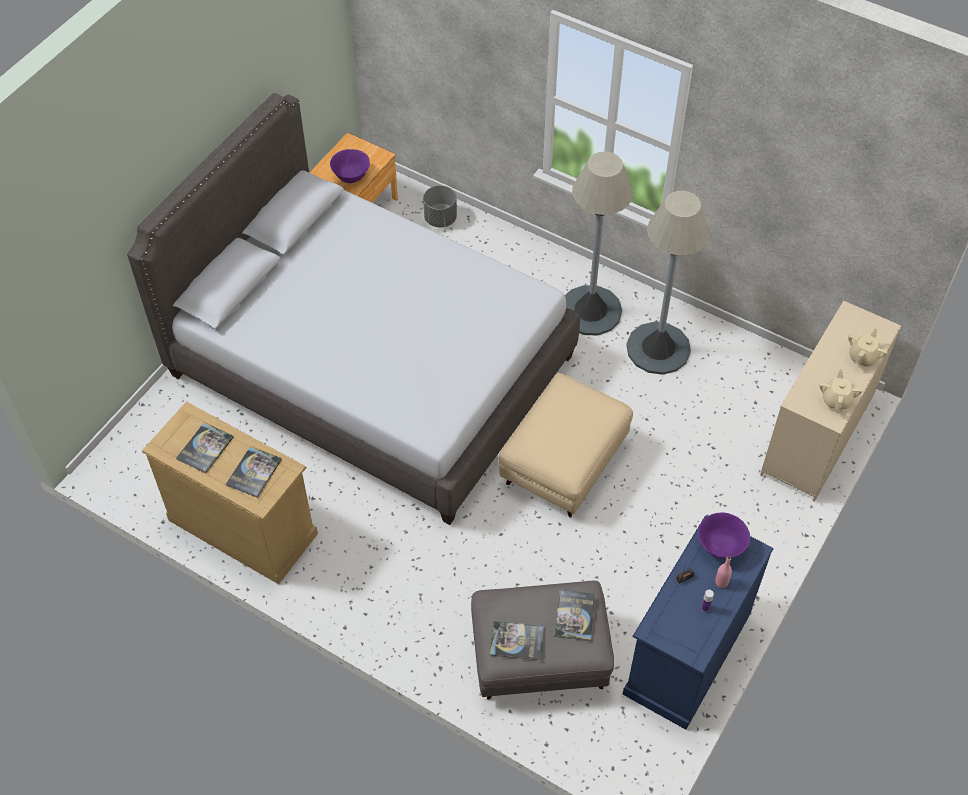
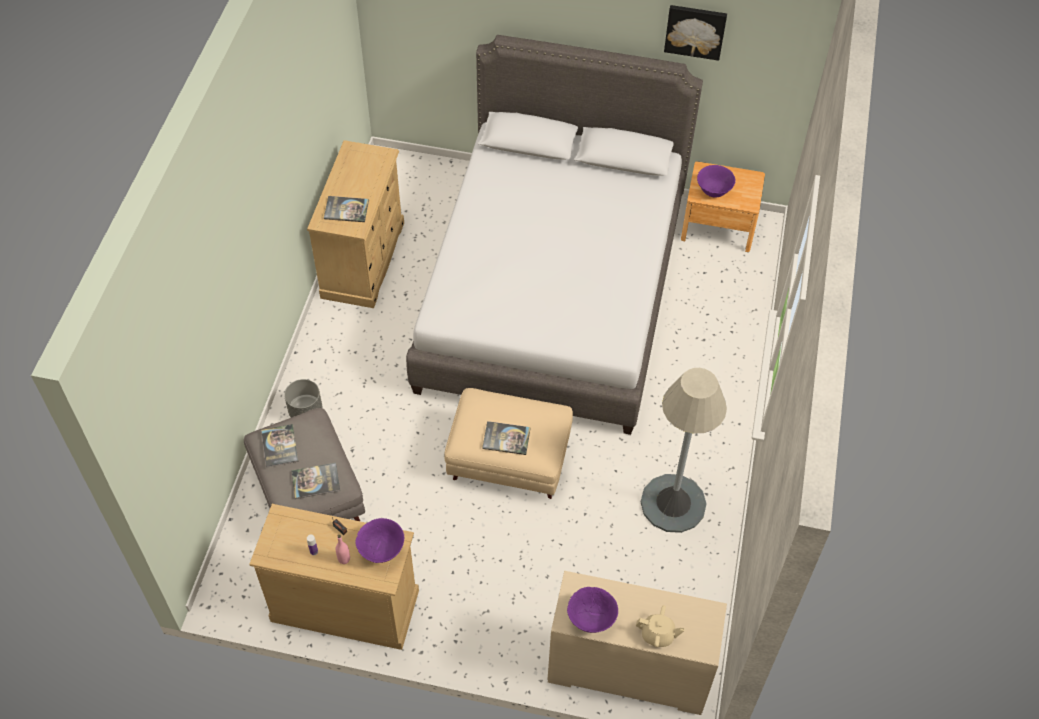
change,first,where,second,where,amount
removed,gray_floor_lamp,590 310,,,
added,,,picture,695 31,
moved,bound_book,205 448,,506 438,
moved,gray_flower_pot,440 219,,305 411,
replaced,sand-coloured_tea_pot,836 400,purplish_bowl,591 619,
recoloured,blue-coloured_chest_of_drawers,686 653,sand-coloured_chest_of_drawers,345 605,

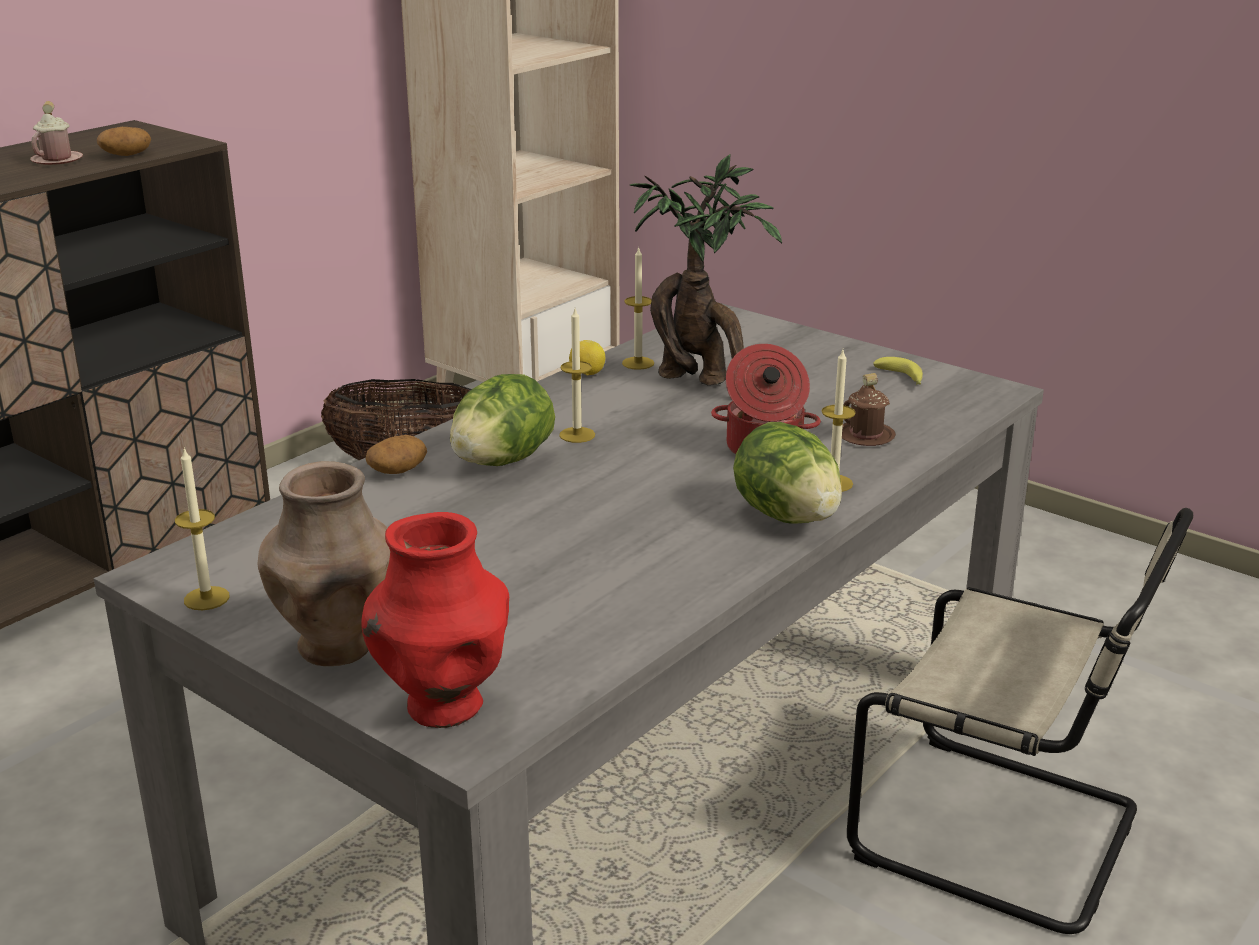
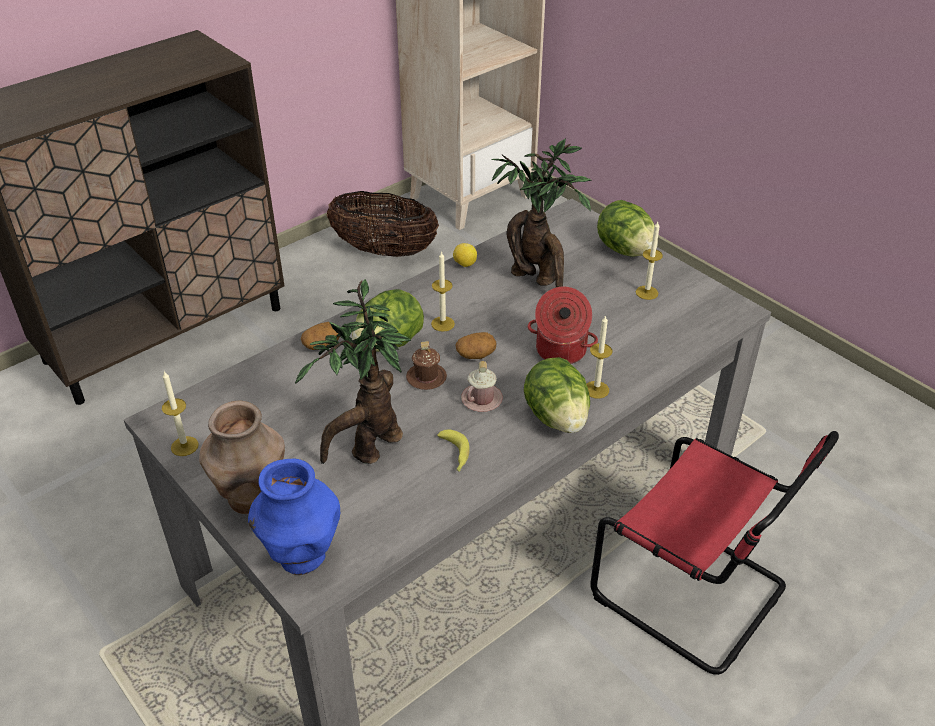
change,first,where,second,where,amount
added,,,plant_in_a_pot,368 448,
added,,,lettuce_head,625 250,
moved,pinkish_mug,57 160,,481 399,
moved,potato,126 155,,475 354,
moved,wax_candle,638 363,,646 292,
moved,brownish_mug,865 436,,426 378,
moved,whole_banana,902 379,,454 455,
recoloured,red_decorative_vase,443 707,blue-coloured_decorative_vase,302 557,
recoloured,sand-coloured_chair,1006 835,red_chair,695 594,

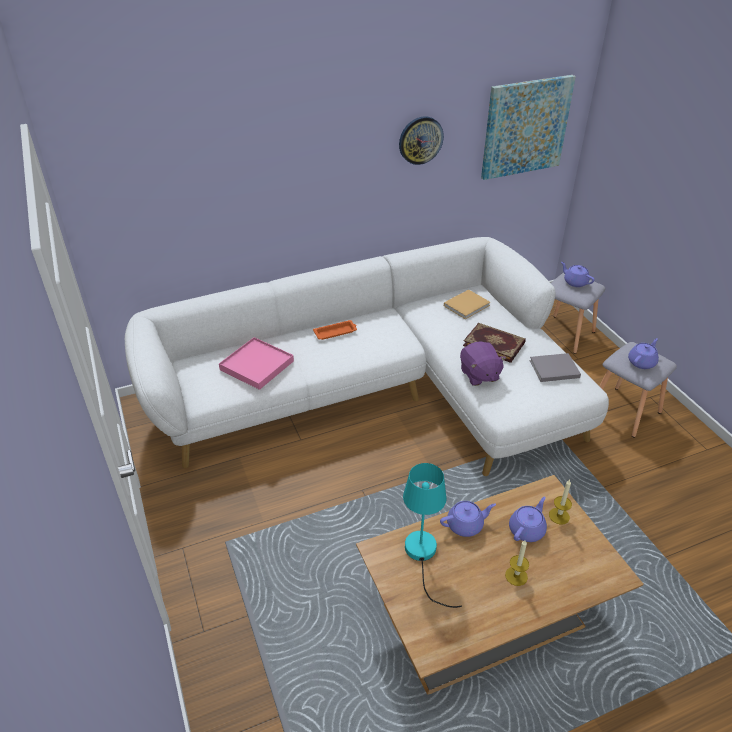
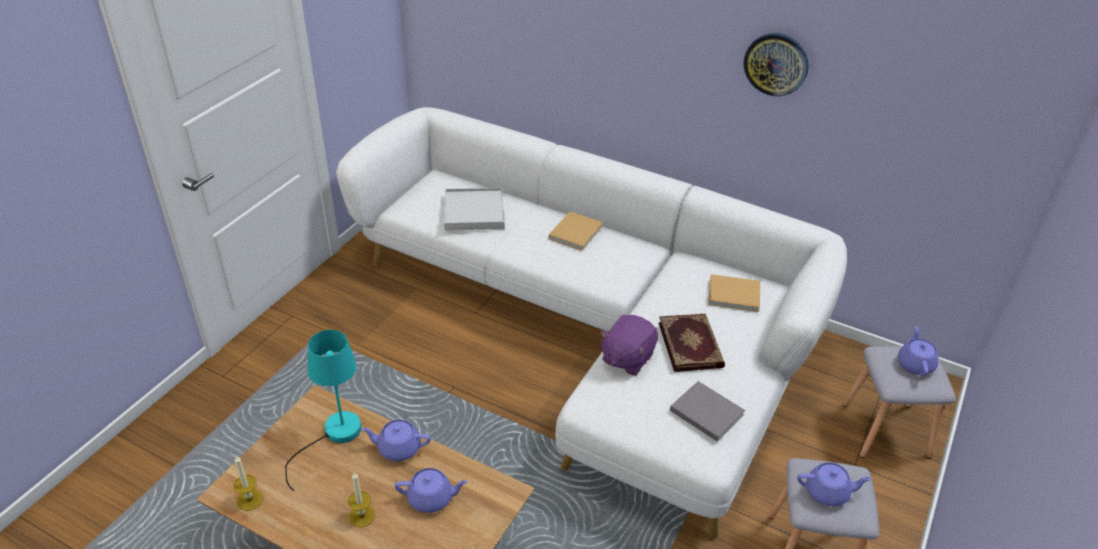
change,first,where,second,where,amount
removed,picture,525 127,,,
moved,wax_candle,559 516,,249 499,
replaced,orange-coloured_serving_tray,336 332,sand-coloured_bound_book,576 231,
recoloured,pinkish_serving_tray,257 365,white_serving_tray,474 212,
turned,purplish_tea_pot,465 525,,398 448,150 degrees clockwise

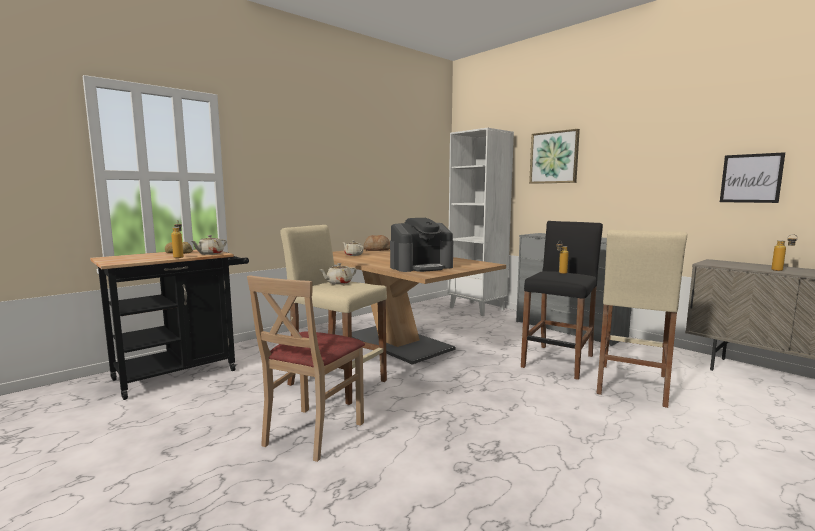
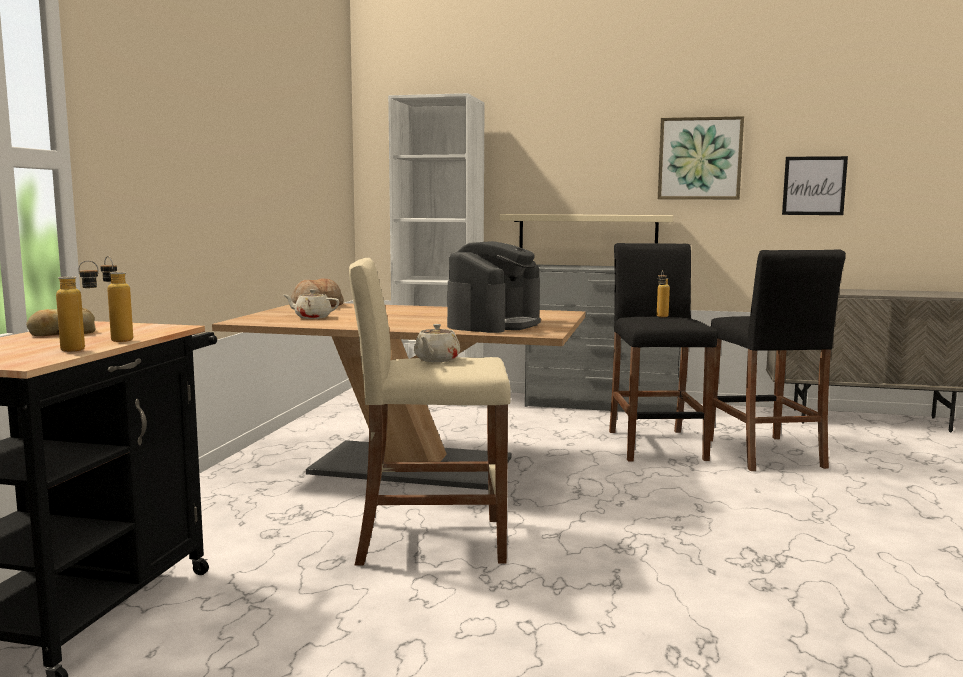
change,first,where,second,where,amount
removed,sand-coloured_tea_pot,210 254,,,
removed,sand-coloured_chair,312 432,,,
added,,,sand-coloured_bracket_shelf,587 232,
moved,picture,554 157,,699 158,
moved,bottle,781 270,,82 350,
recoloured,sand-coloured_stool_seat,631 384,blackish_stool_seat,764 454,

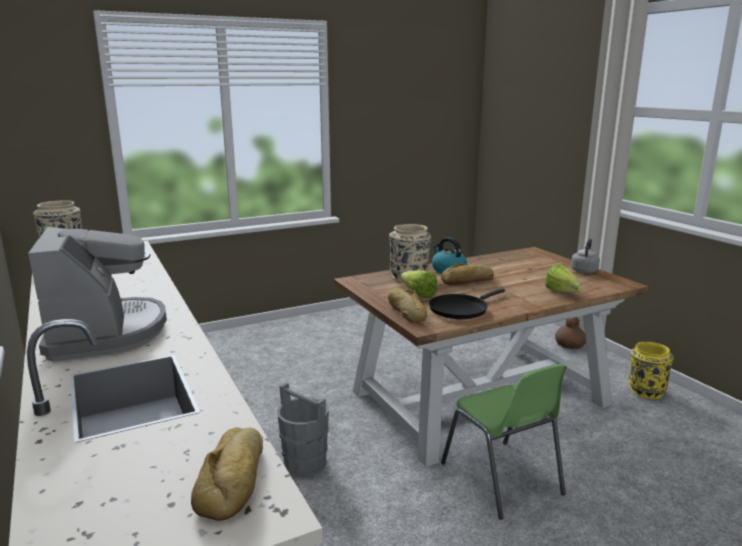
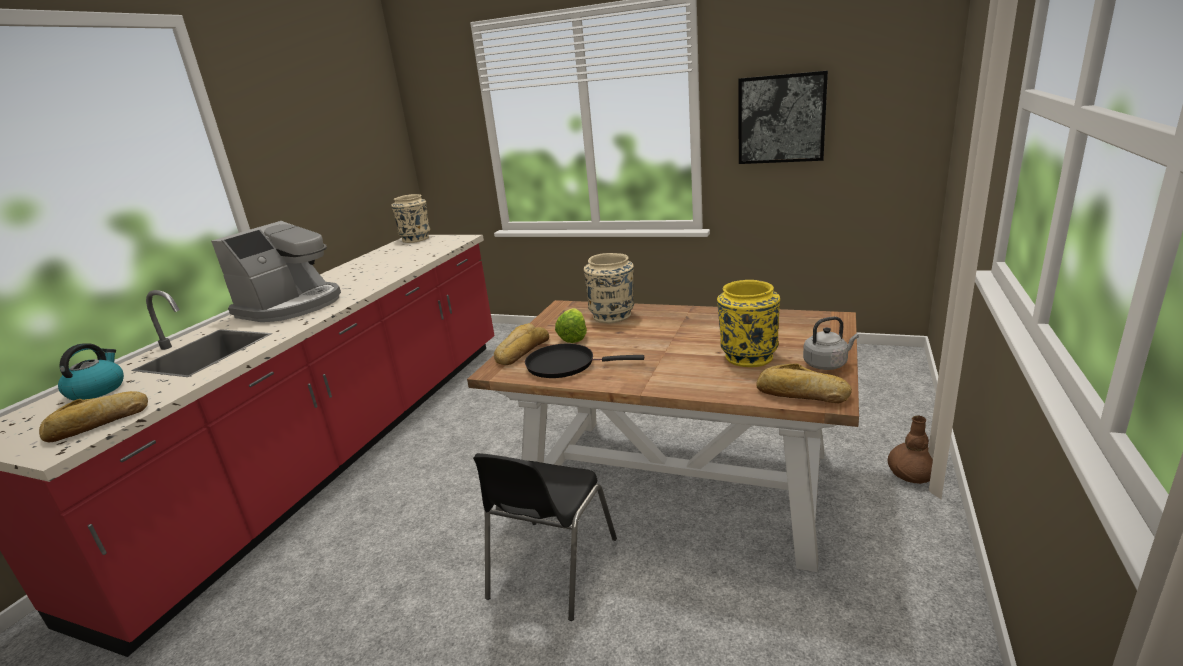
change,first,where,second,where,amount
removed,gray_water_bucket,304 462,,,
removed,lettuce_head,563 294,,,
added,,,picture,781 119,
moved,kettle,448 270,,97 390,
moved,baked_bread,468 280,,801 394,
moved,yellowish_decorative_vase,645 391,,748 356,
recoloured,green_chair,502 479,blackish_chair,550 569,

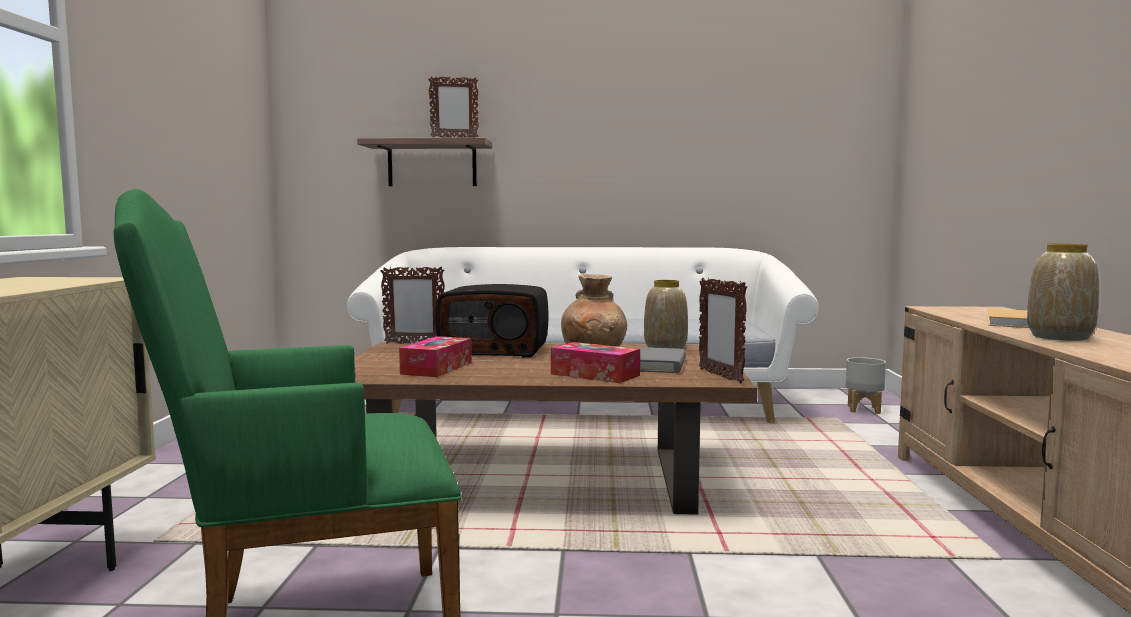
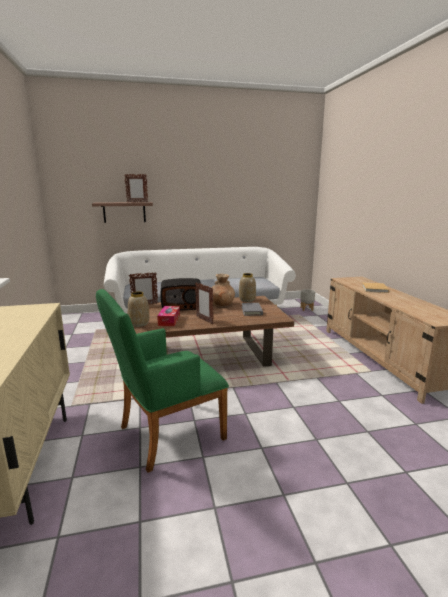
change,first,where,second,where,amount
removed,box_of_tissues,595 375,,,
moved,standing_frame,720 376,,204 320,
moved,decorative_vase,1058 337,,139 324,

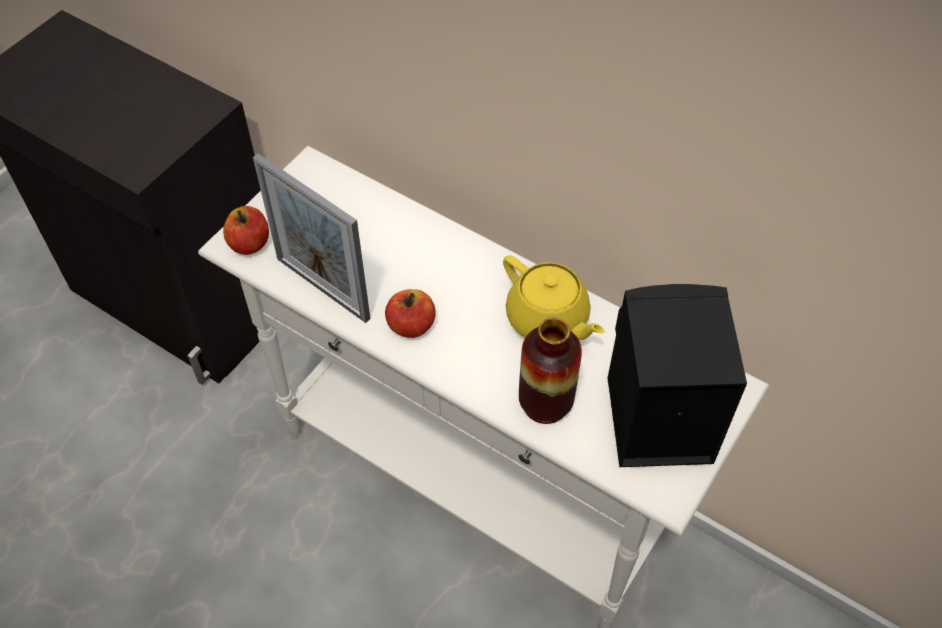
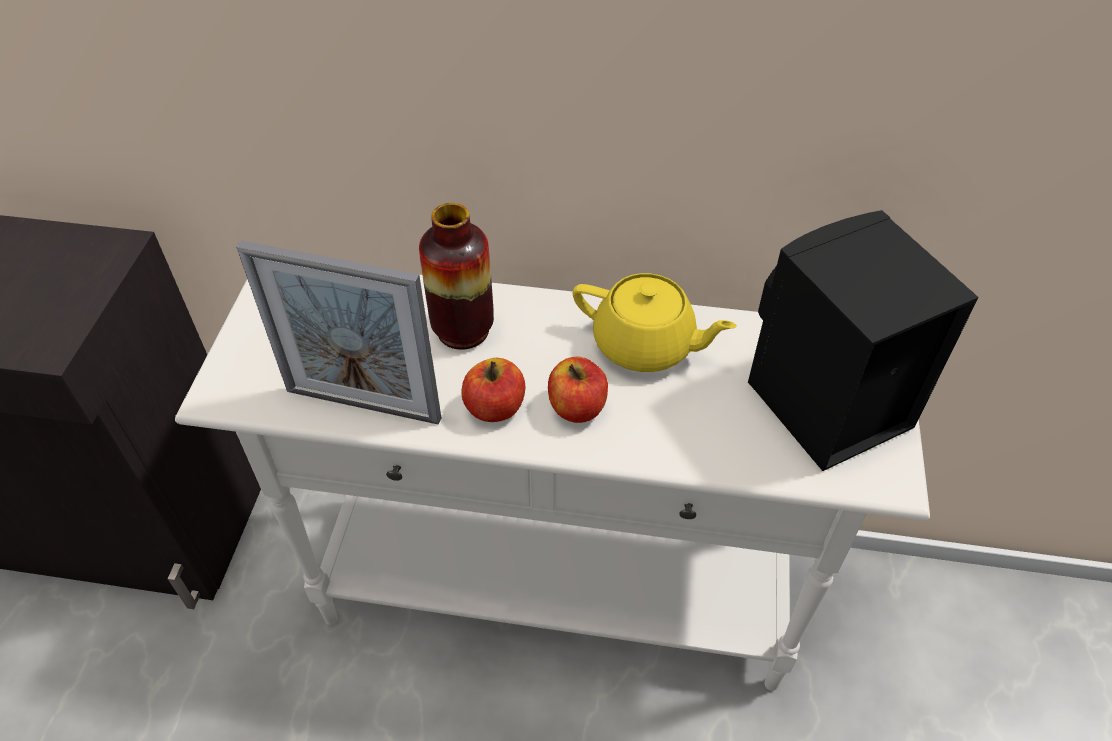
change,first,where,second,where,amount
moved,apple_fruit,250 243,,577 407,
moved,decorative_vase,545 404,,463 330,

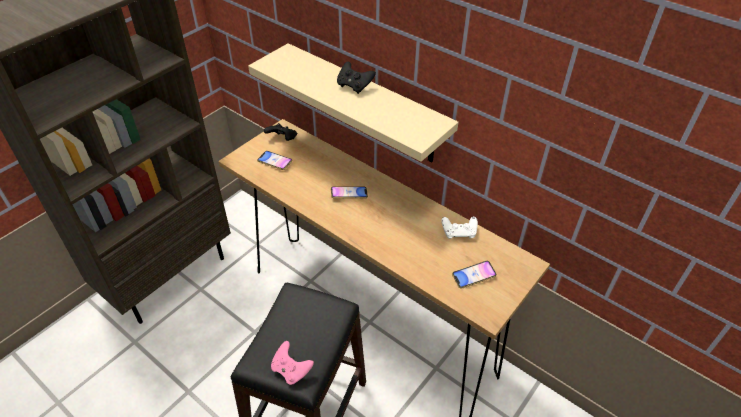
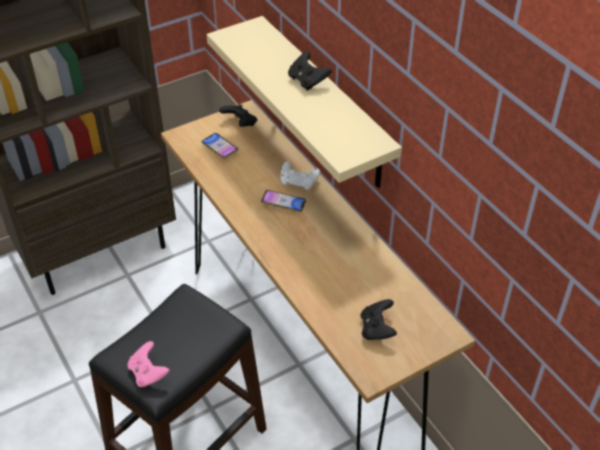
change,first,where,second,where,amount
moved,white_joypad,459 233,,299 182,
replaced,phone,473 276,blackish_joypad,377 329,

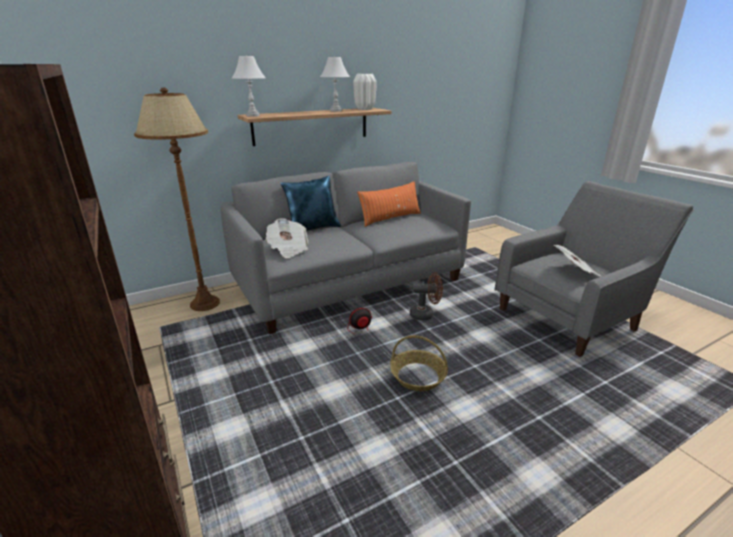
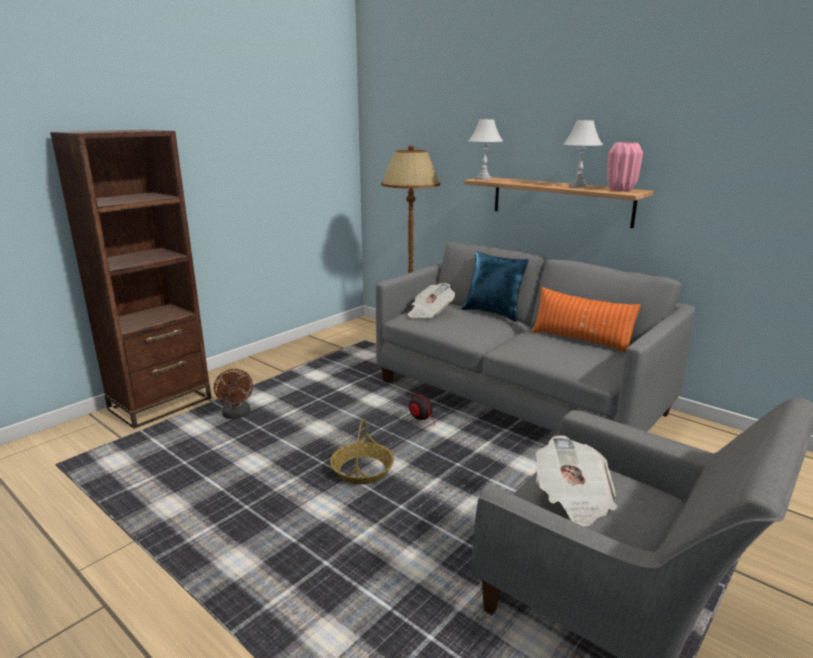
change,first,where,second,where,amount
moved,brownish_cooling_fan,425 314,,237 415,
recoloured,white_decorative_vase,365 109,pinkish_decorative_vase,621 190,

